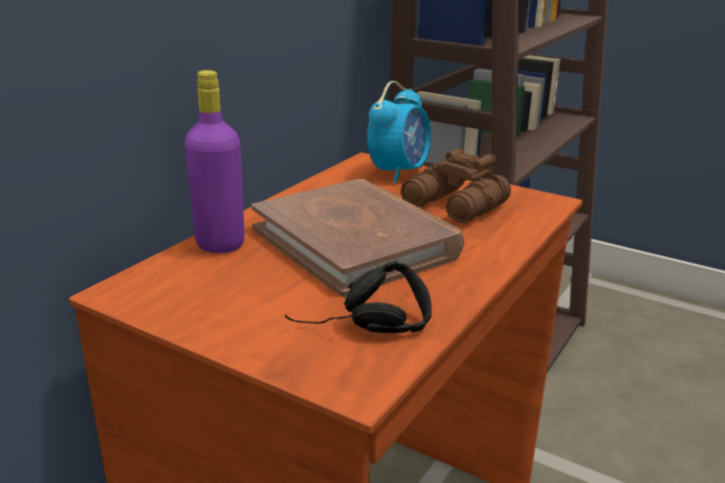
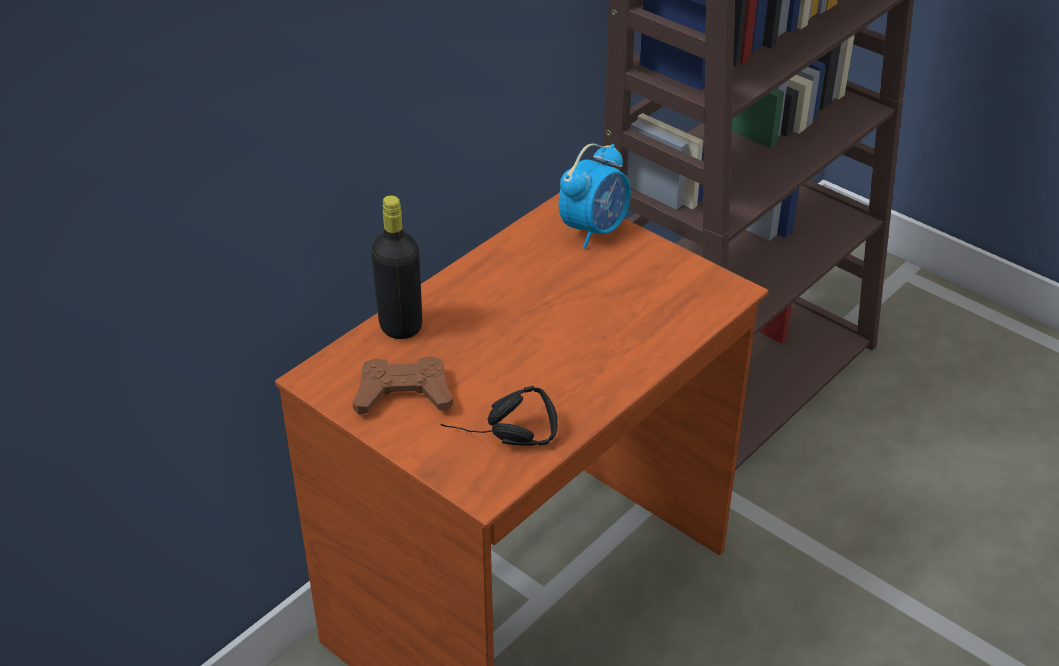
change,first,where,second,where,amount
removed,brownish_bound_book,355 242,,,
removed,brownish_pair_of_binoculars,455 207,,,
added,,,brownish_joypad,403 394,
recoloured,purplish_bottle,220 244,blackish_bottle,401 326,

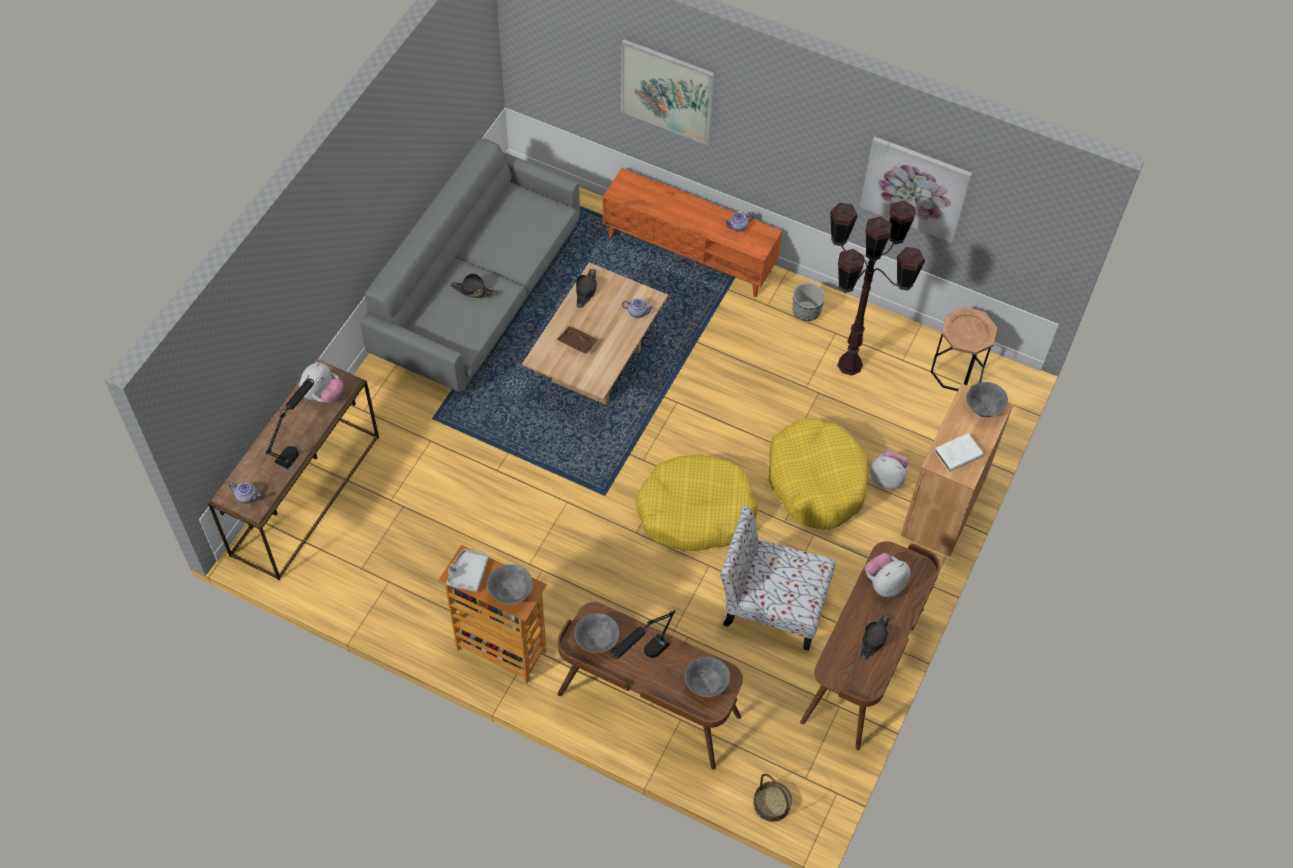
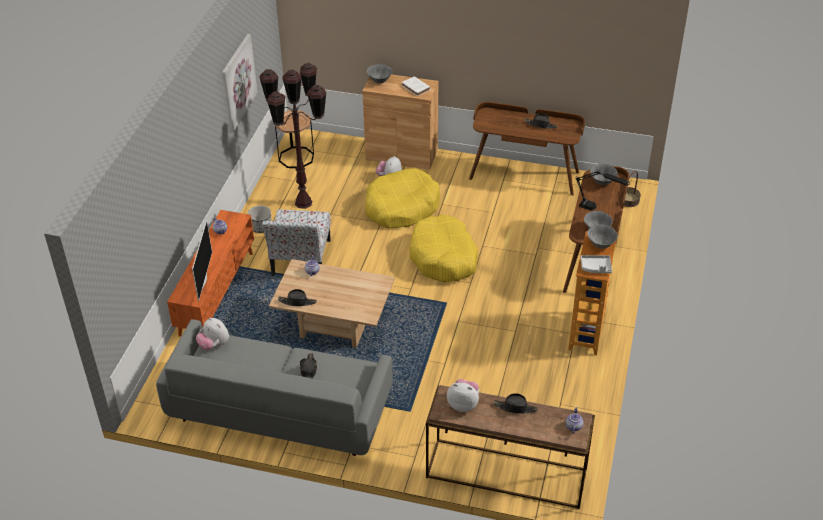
change,first,where,second,where,amount
removed,brownish_serving_tray,577 343,,,
removed,picture,667 91,,,
added,,,TV,202 280,
moved,chair,772 604,,300 259,
moved,soft_toy,884 583,,214 345,
replaced,blackish_lamp_for_a_table,297 445,blackish_wearable_hat,515 408,

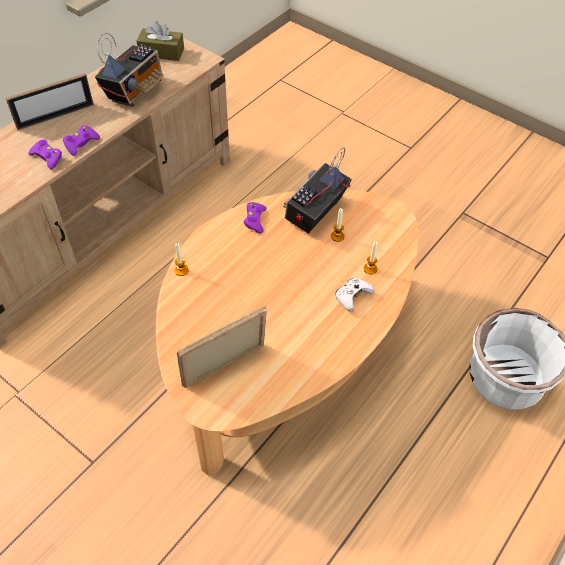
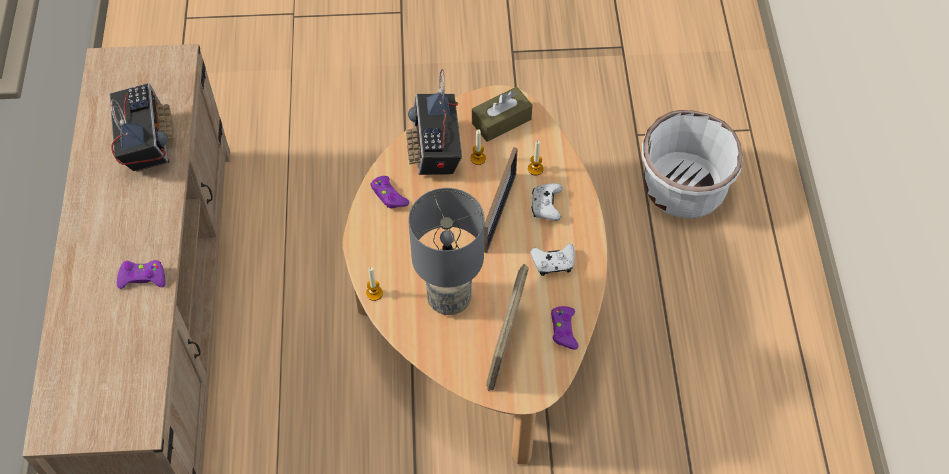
change,first,where,second,where,amount
added,,,gray_lamp_for_a_table,448 298,
added,,,white_joypad,553 263,
moved,standing_frame,55 116,,499 212,
moved,purplish_joypad,81 143,,563 330,
moved,brownish_box_of_tissues,161 52,,501 121,

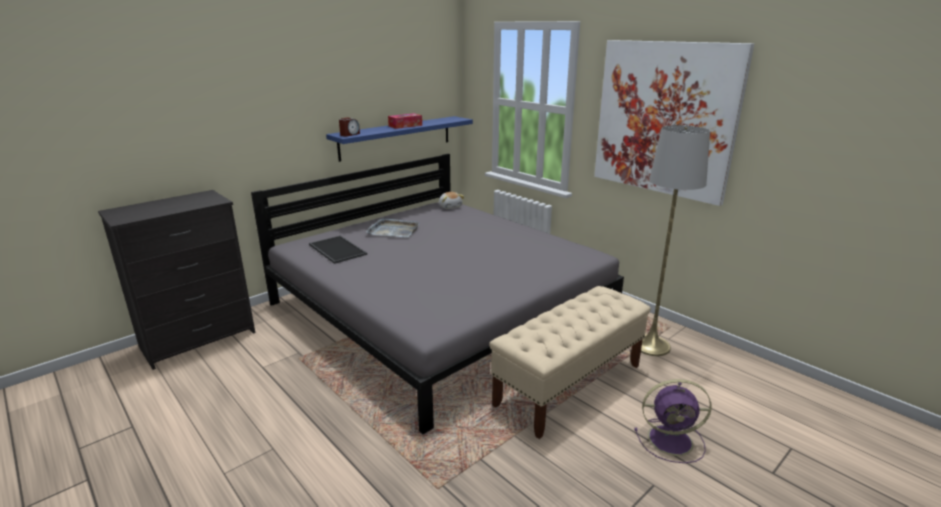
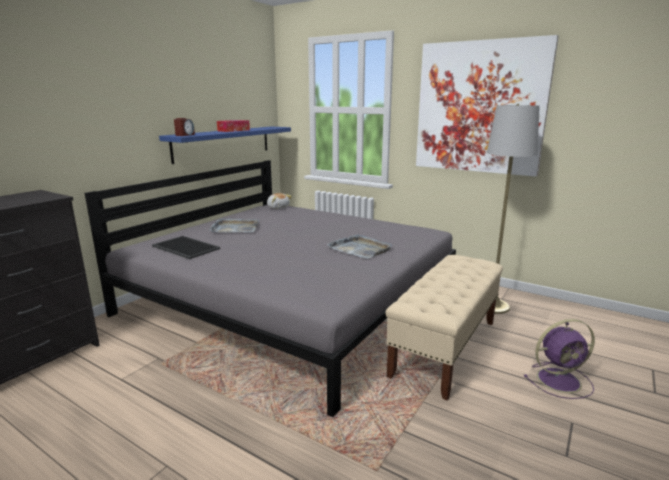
change,first,where,second,where,amount
added,,,gray_serving_tray,360 249,

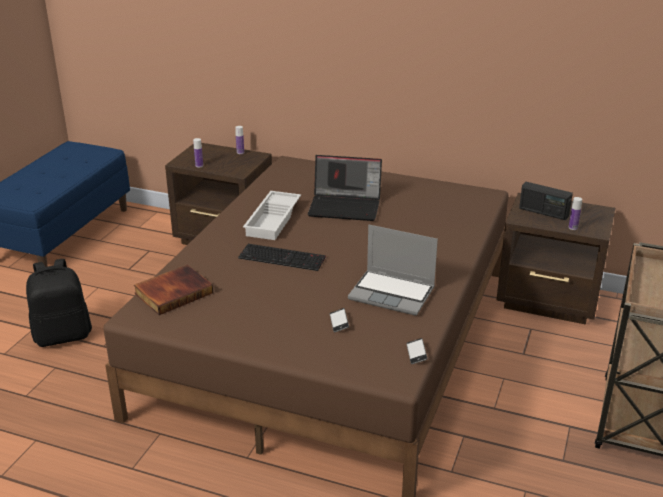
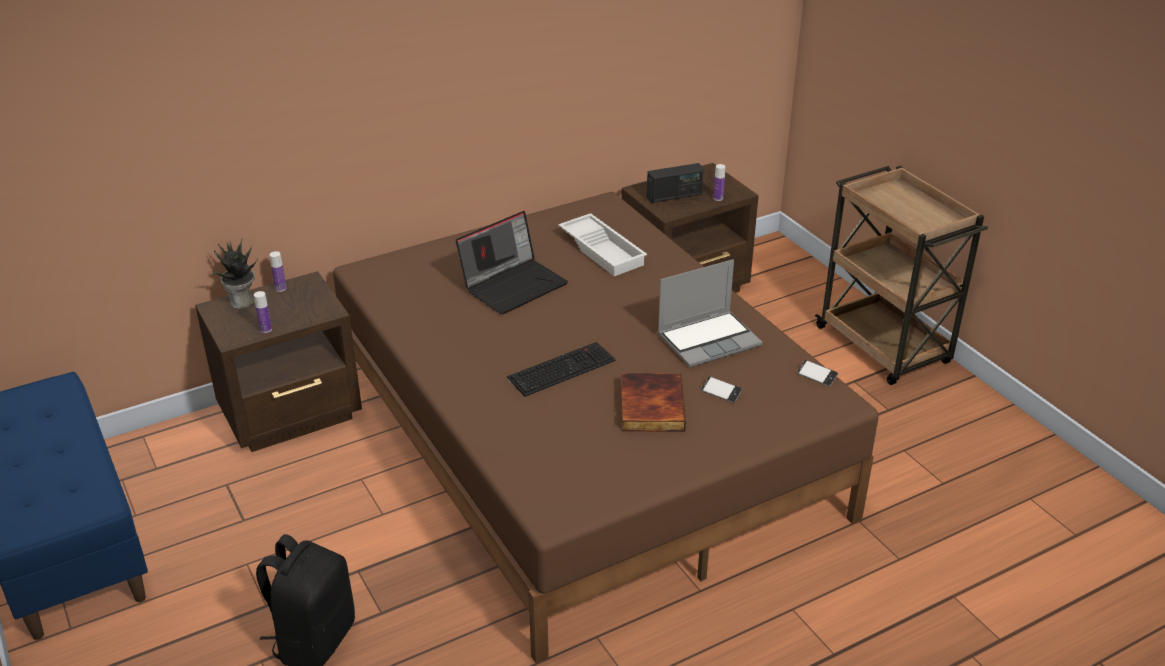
change,first,where,second,where,amount
added,,,plant_in_a_pot,242 302,
moved,bound_book,173 292,,650 406,
moved,white_serving_tray,274 220,,603 250,

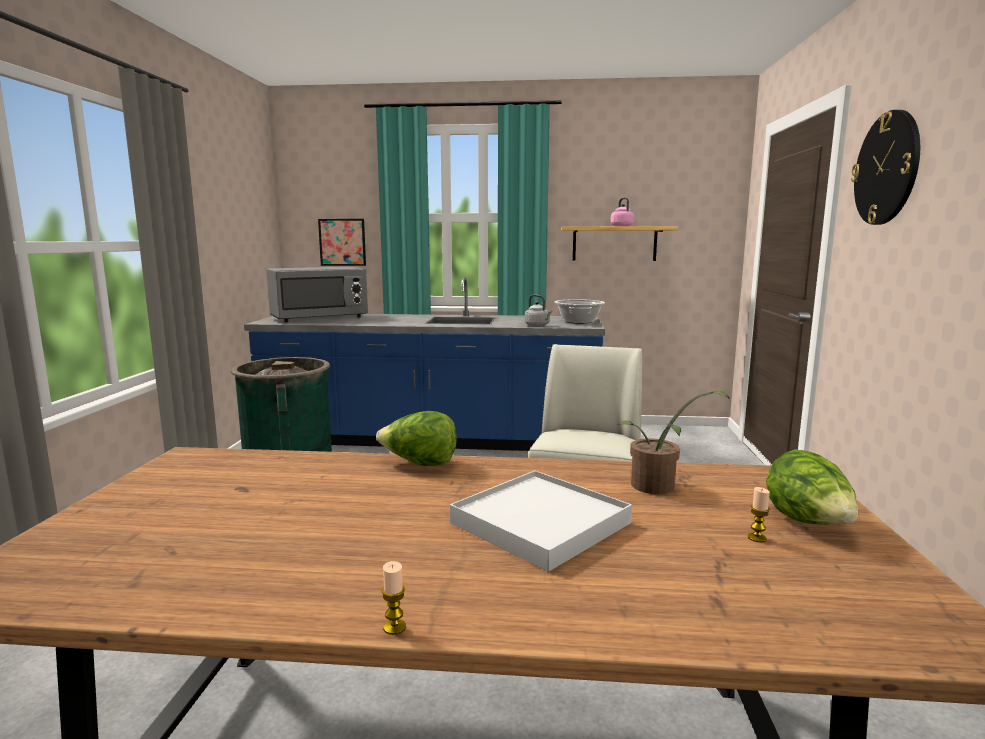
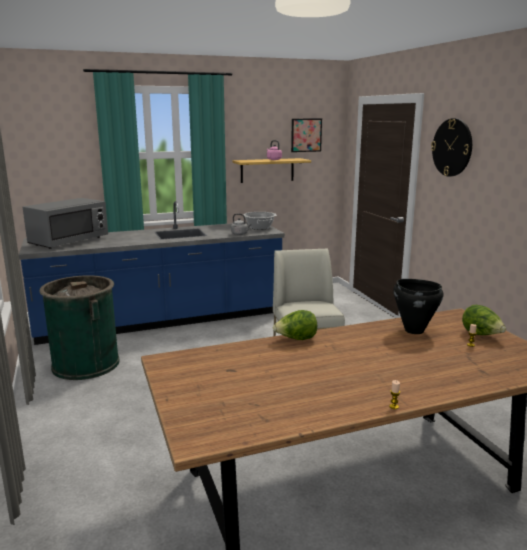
change,first,where,second,where,amount
removed,white_serving_tray,540 523,,,
moved,picture,342 242,,306 135,
replaced,plant_in_a_pot,658 487,blackish_stockpot,413 330,

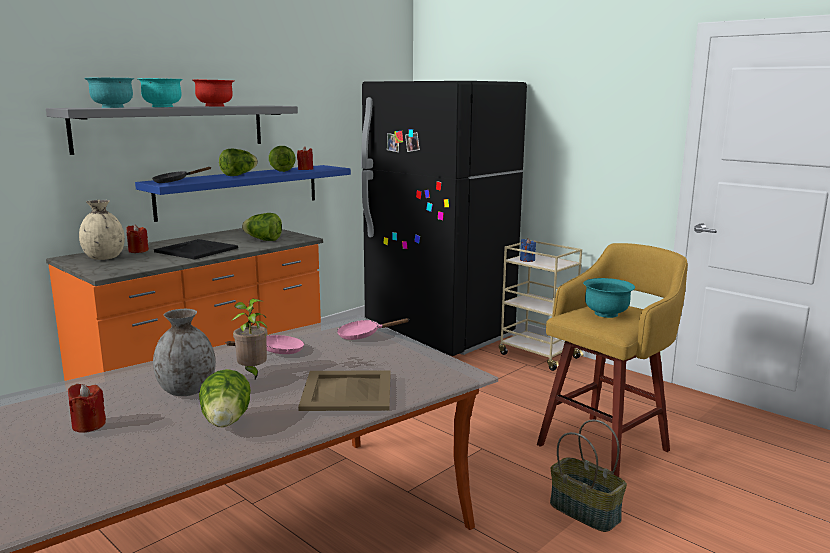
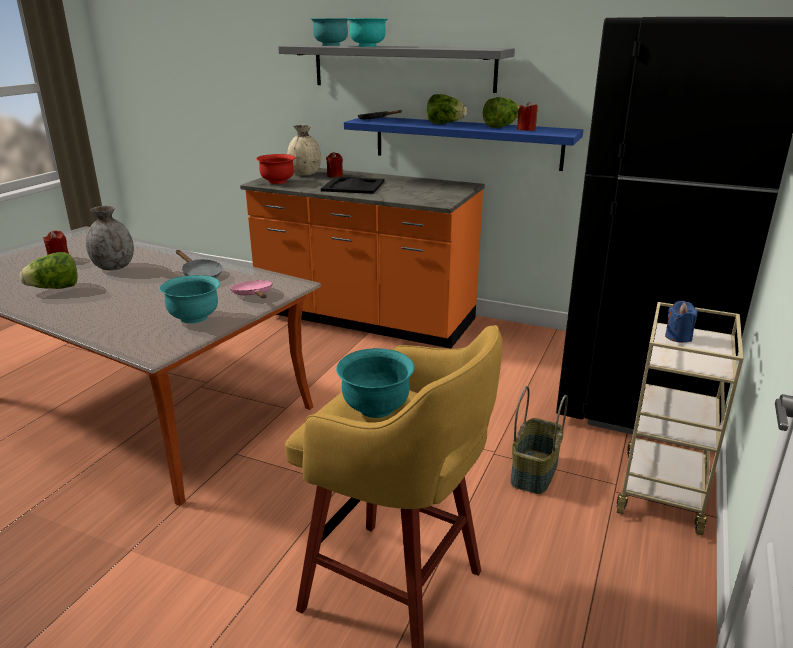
change,first,where,second,where,amount
removed,plant_in_a_pot,252 373,,,
removed,lettuce_head,263 240,,,
removed,sand-coloured_serving_tray,346 391,,,
added,,,blue-green_bowl,194 318,
moved,red_bowl,215 106,,277 182,
moved,basket,586 511,,535 472,
recoloured,pinkish_pan,276 351,gray_pan,200 274,

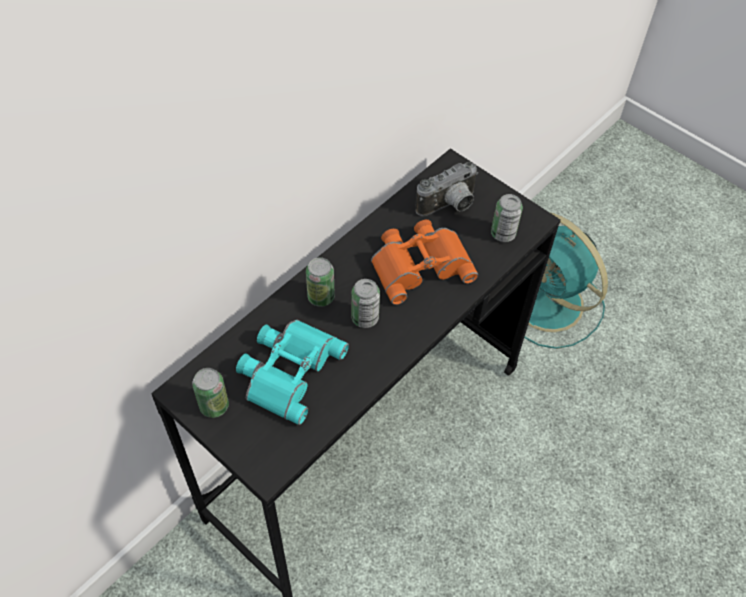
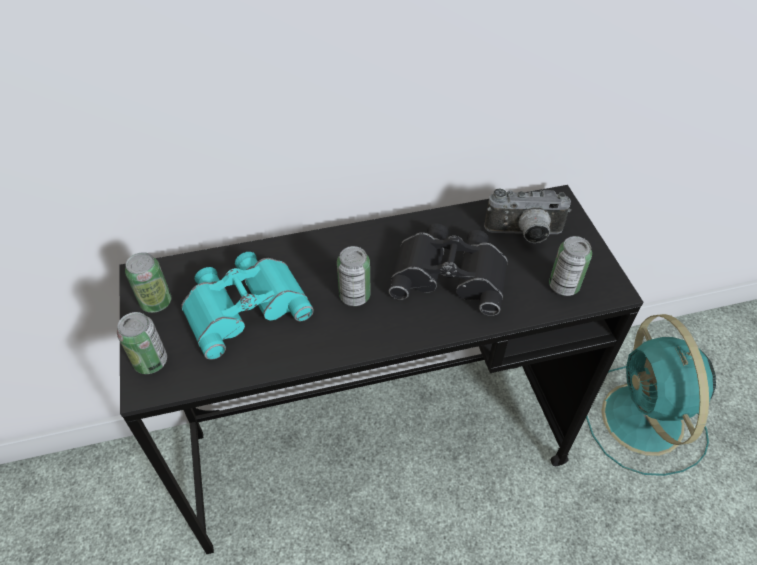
change,first,where,second,where,amount
moved,metal_can,321 297,,151 361,
recoloured,orange-coloured_pair_of_binoculars,420 264,blackish_pair_of_binoculars,450 273,

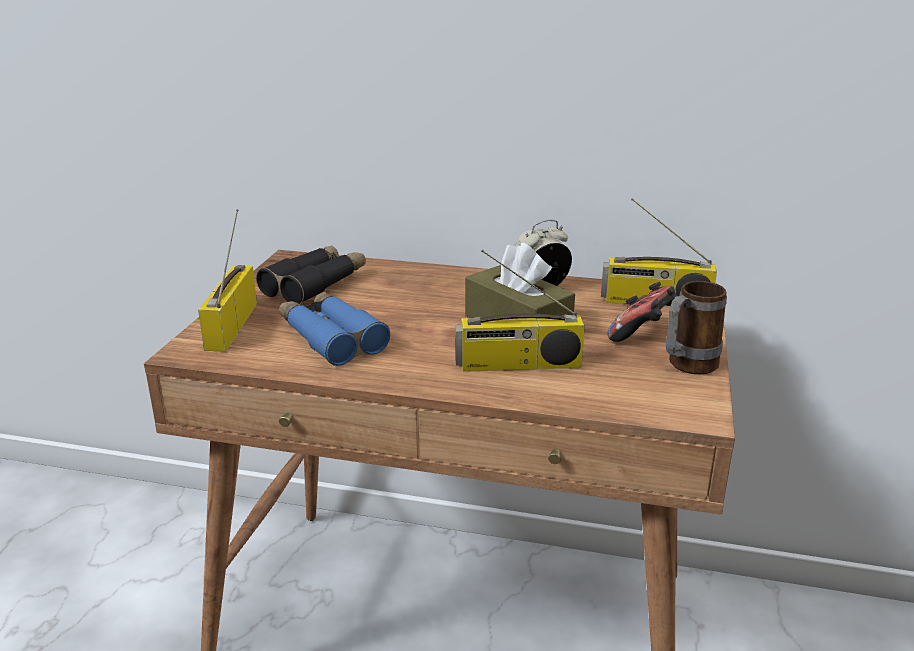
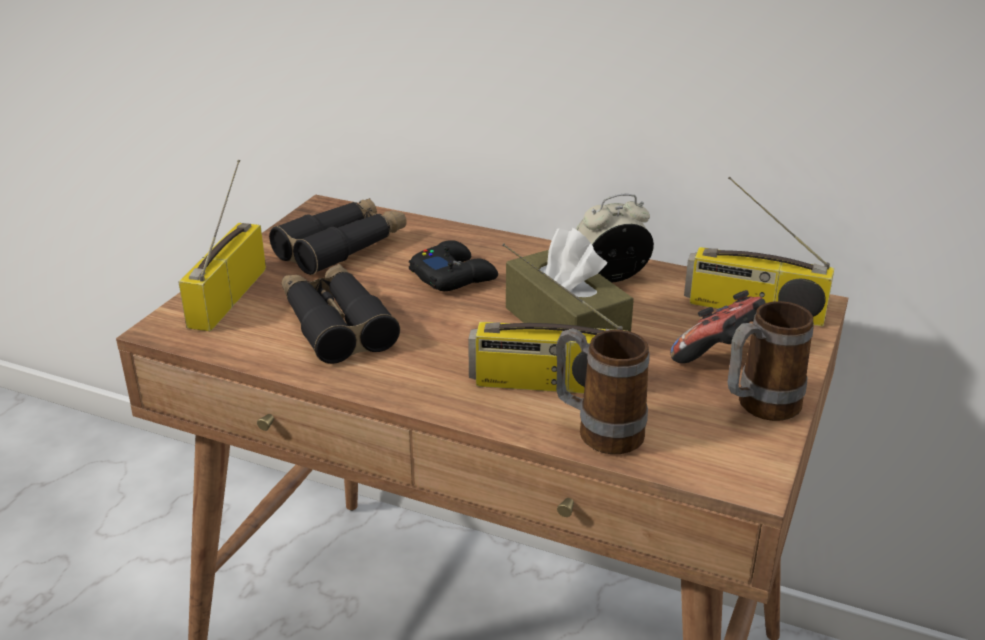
change,first,where,second,where,amount
added,,,blackish_joypad,453 276,
added,,,mug,598 432,
recoloured,blue-coloured_pair_of_binoculars,331 338,blackish_pair_of_binoculars,336 324,

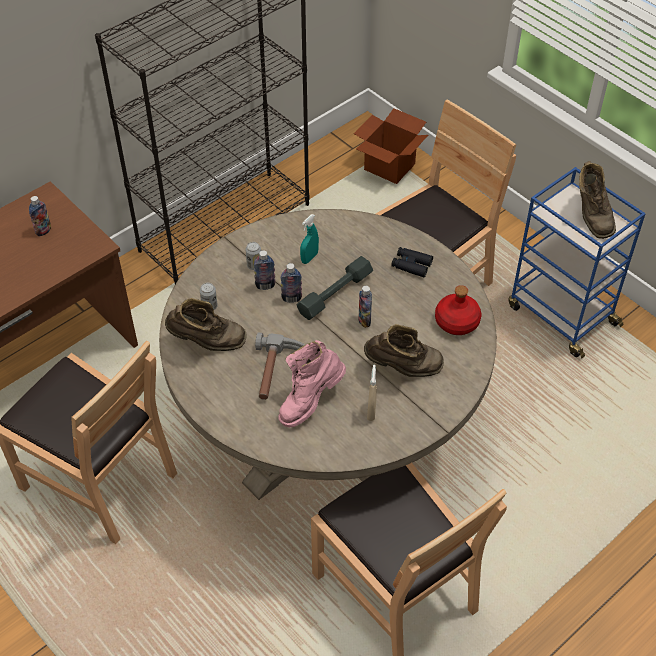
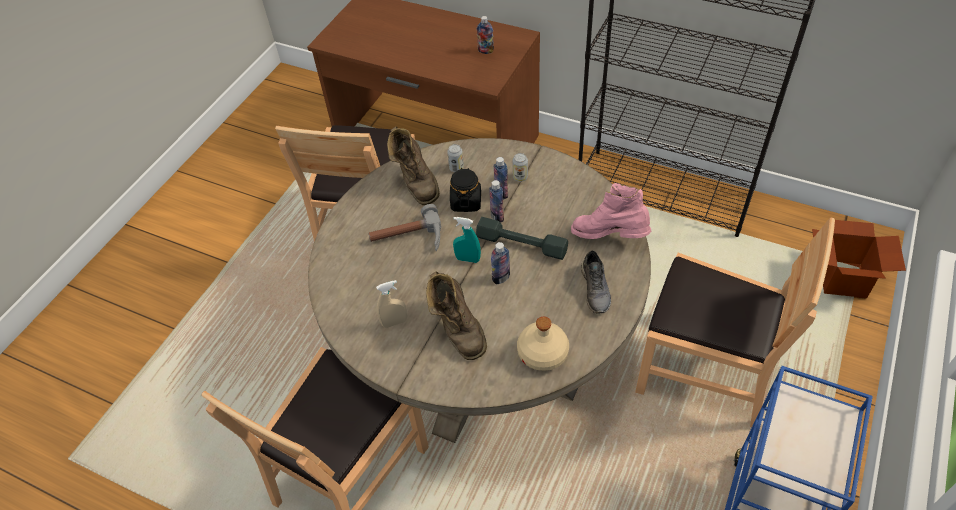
change,first,where,second,where,amount
removed,brownish_boot,591 216,,,
added,,,blackish_storage_jar,466 202,
moved,pinkish_boot,310 401,,609 237,
moved,blue-green_sprayer,309 258,,467 259,
replaced,blackish_pair_of_binoculars,411 265,gray_low_shoe,596 289,
recoloured,red_bottle,457 322,sand-coloured_bottle,542 353,

